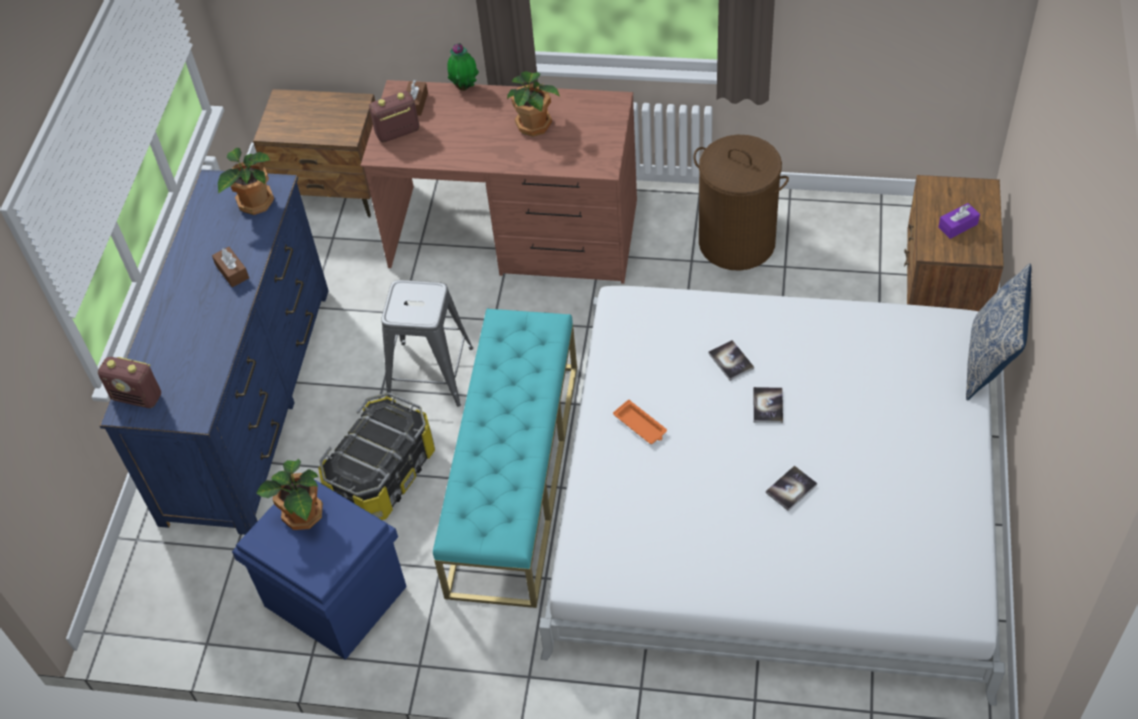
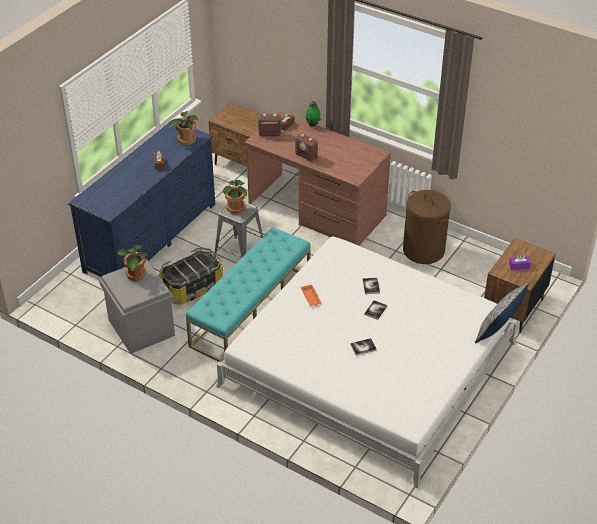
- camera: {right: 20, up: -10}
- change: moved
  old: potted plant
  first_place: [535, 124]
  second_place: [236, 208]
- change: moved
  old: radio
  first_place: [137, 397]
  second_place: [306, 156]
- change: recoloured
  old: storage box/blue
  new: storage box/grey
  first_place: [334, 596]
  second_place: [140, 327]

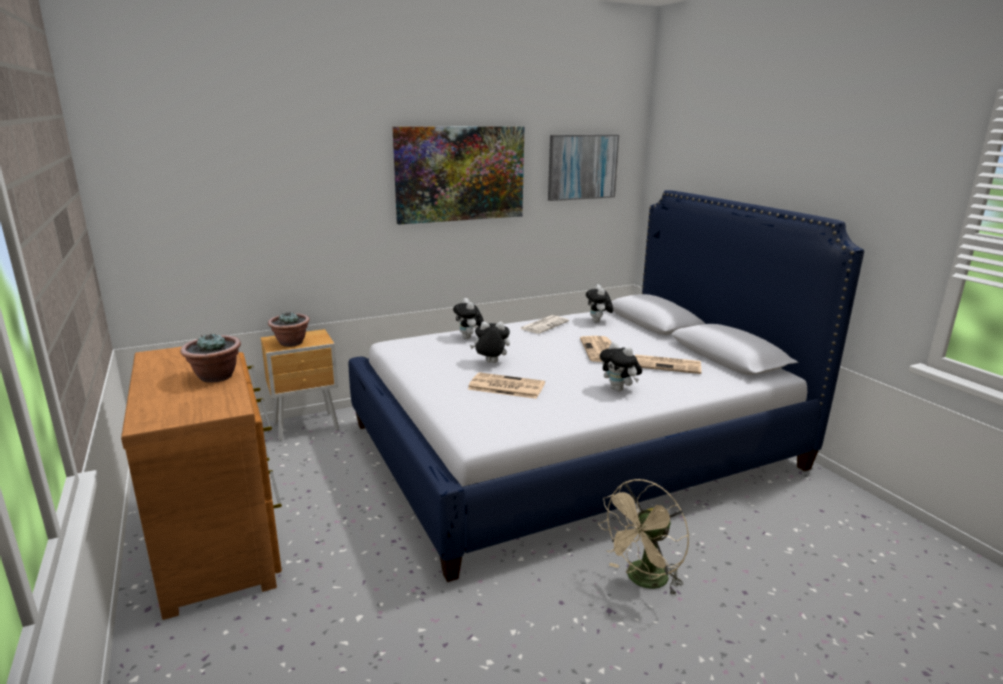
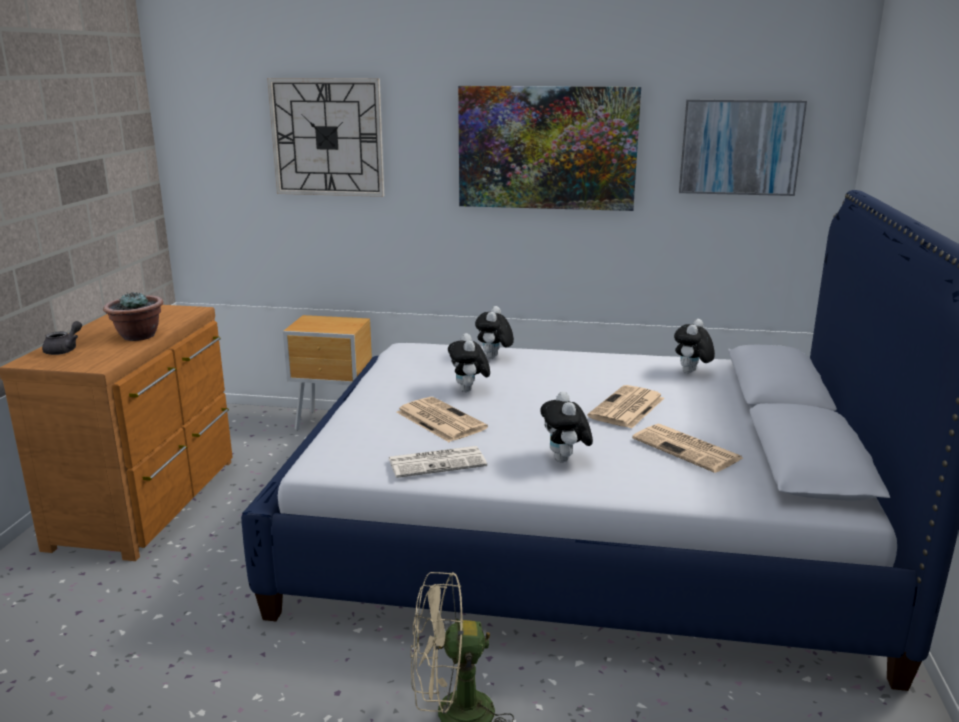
- camera: {right: 35, up: 0}
- change: removed
  old: potted plant
  first_place: [291, 343]
- change: moved
  old: newspaper
  first_place: [544, 325]
  second_place: [438, 462]
- change: turned
  old: plush toy
  first_place: [490, 363]
  second_place: [469, 390]
  degrees: -135
- change: added
  new: wall clock
  second_place: [327, 137]
- change: added
  new: teapot/grey
  second_place: [65, 350]

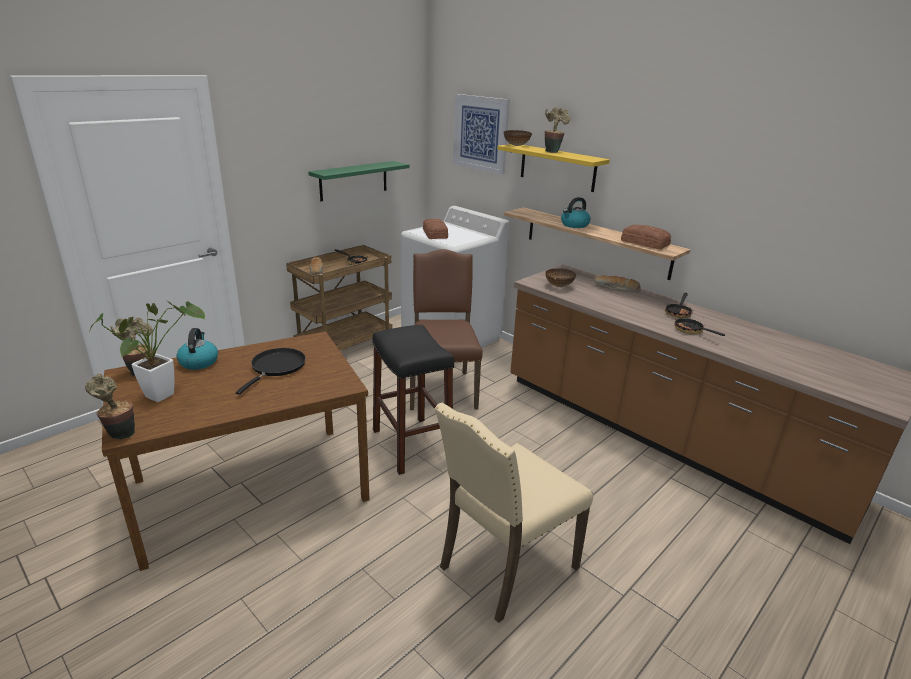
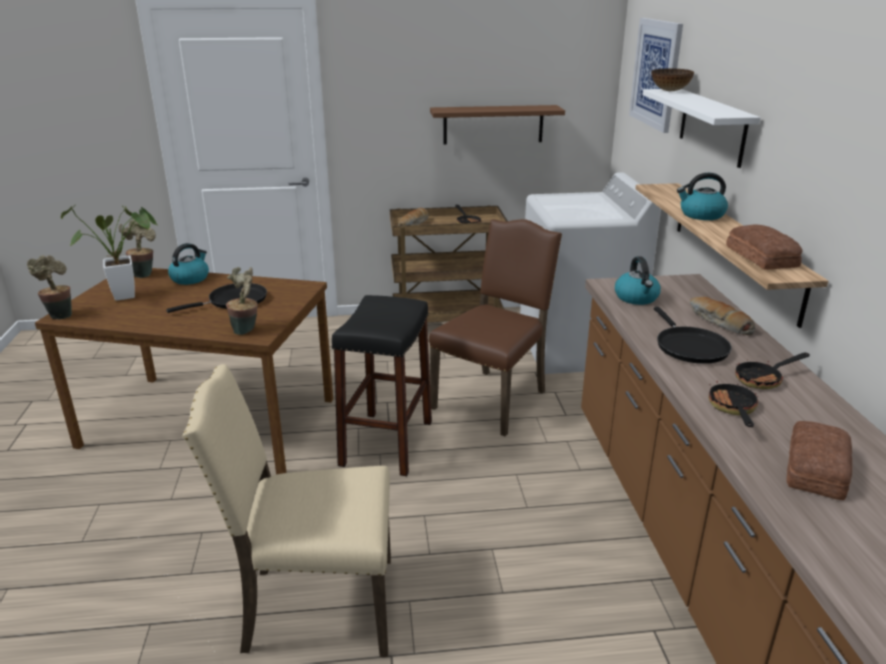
- camera: {right: 40, up: 0}
- change: moved
  old: potted plant
  first_place: [552, 151]
  second_place: [246, 330]
- change: recoloured
  old: shelf/yellow
  new: shelf/white
  first_place: [557, 167]
  second_place: [712, 126]
- change: recoloured
  old: shelf/green
  new: shelf/brown
  first_place: [353, 180]
  second_place: [493, 124]
- change: moved
  old: bread
  first_place: [434, 234]
  second_place: [814, 469]
- change: replaced
  old: bowl
  new: kettle
  first_place: [559, 286]
  second_place: [636, 298]
- change: added
  new: frying pan/black
  second_place: [689, 347]

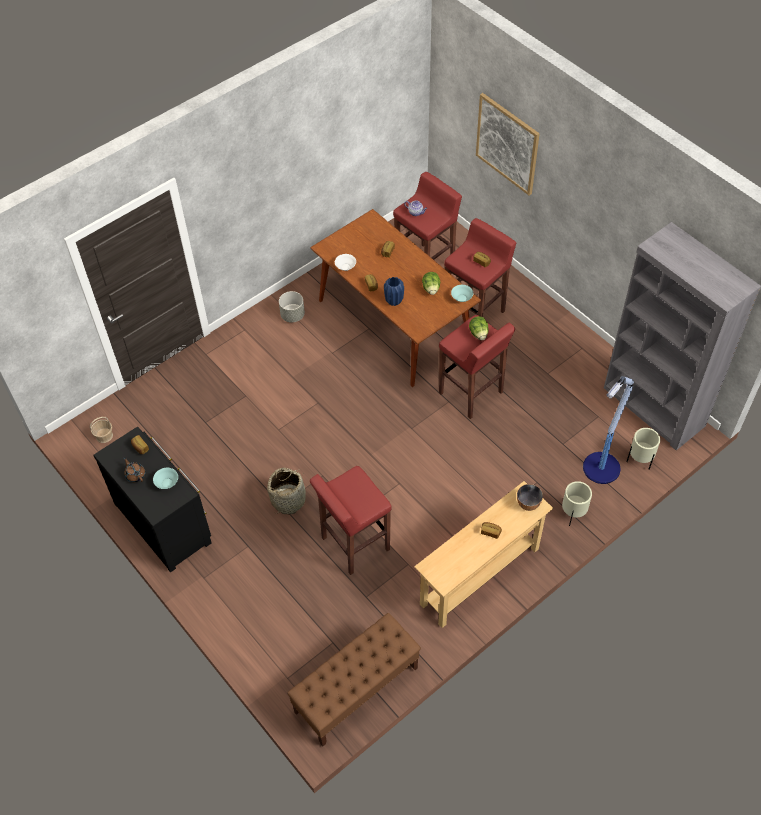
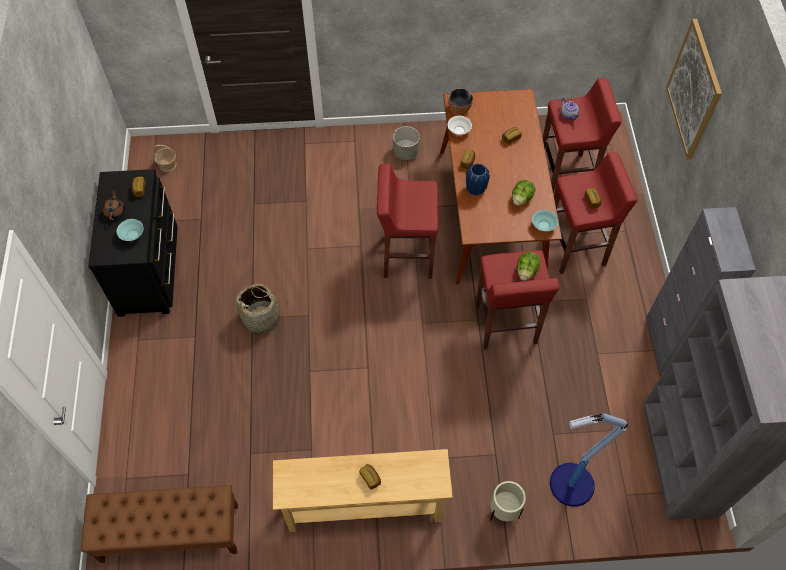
- camera: {right: 35, up: 5}
- change: removed
  old: planter/beige
  first_place: [639, 460]
- change: moved
  old: stool/red
  first_place: [354, 544]
  second_place: [406, 256]
- change: moved
  old: bowl
  first_place: [528, 504]
  second_place: [459, 109]
- change: added
  new: cabinet/grey
  second_place: [665, 343]

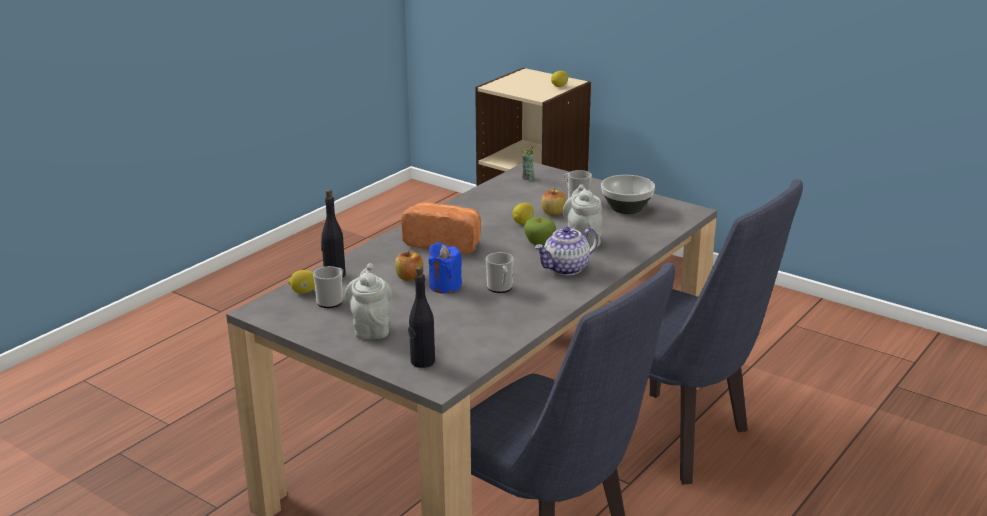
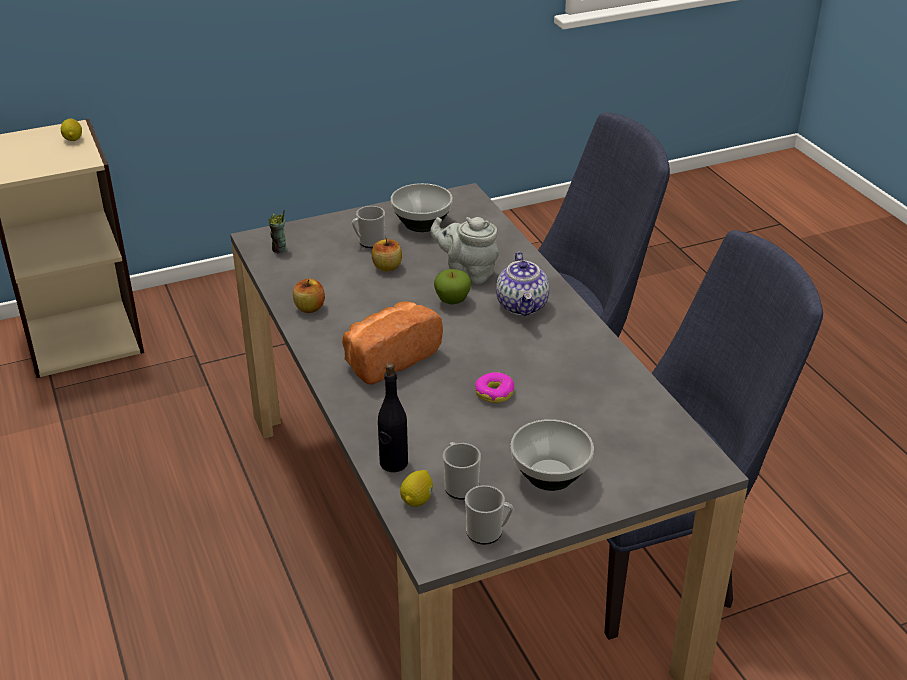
- camera: {right: -60, up: 10}
- change: removed
  old: lemon
  first_place: [523, 222]
- change: replaced
  old: candle/blue
  new: donut
  first_place: [445, 286]
  second_place: [494, 393]
- change: moved
  old: apple
  first_place: [409, 277]
  second_place: [309, 308]
- change: moved
  old: mug
  first_place: [500, 288]
  second_place: [488, 532]
- change: replaced
  old: teapot/grey
  new: bowl
  first_place: [370, 328]
  second_place: [551, 476]
- change: removed
  old: bottle/black
  first_place: [422, 362]

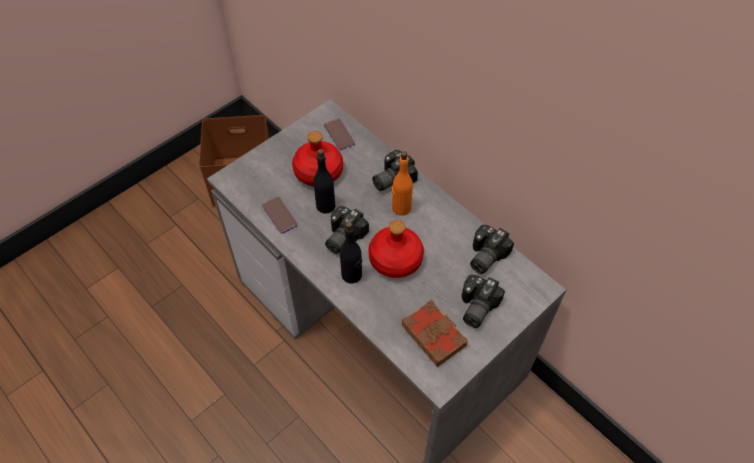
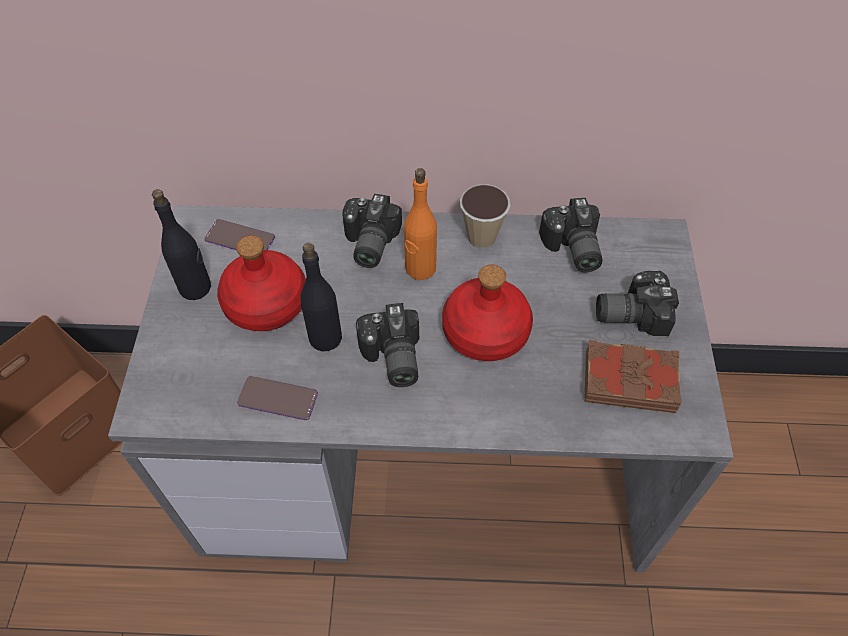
- camera: {right: -45, up: 0}
- change: moved
  old: bottle/black
  first_place: [352, 275]
  second_place: [195, 287]
- change: turned
  old: photo camera
  first_place: [475, 307]
  second_place: [630, 312]
  degrees: 105
- change: added
  new: cup
  second_place: [481, 237]

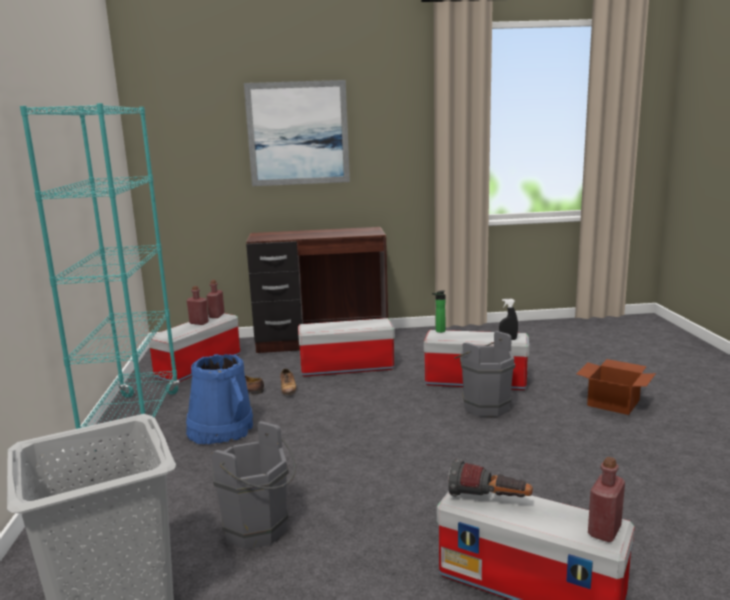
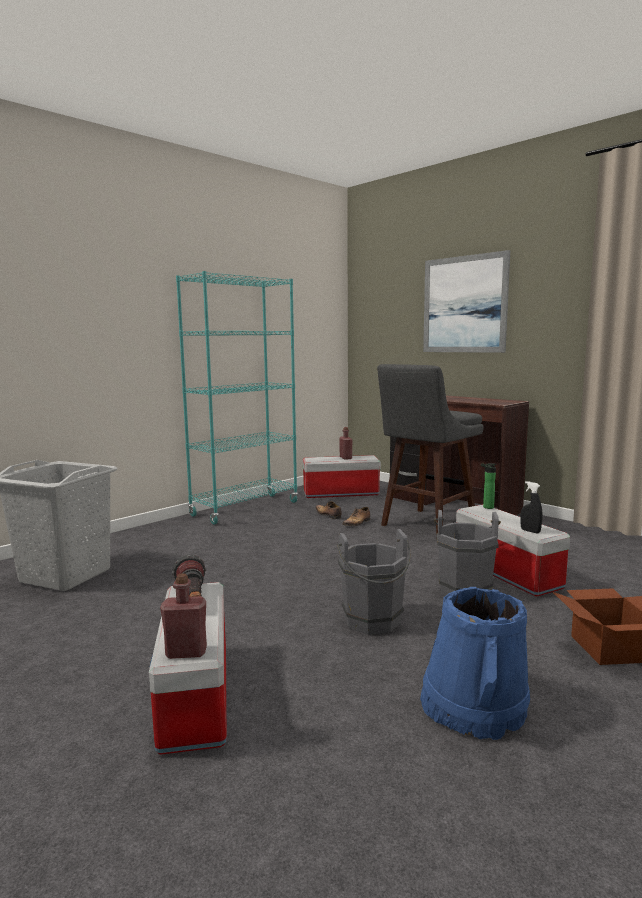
- camera: {right: 50, up: -5}
- change: removed
  old: bottle/red
  first_place: [216, 316]
- change: replaced
  old: storage box
  new: stool/grey
  first_place: [346, 368]
  second_place: [426, 525]
- change: moved
  old: bucket/blue
  first_place: [221, 429]
  second_place: [474, 706]
- change: moved
  old: bucket/grey
  first_place: [259, 531]
  second_place: [373, 623]

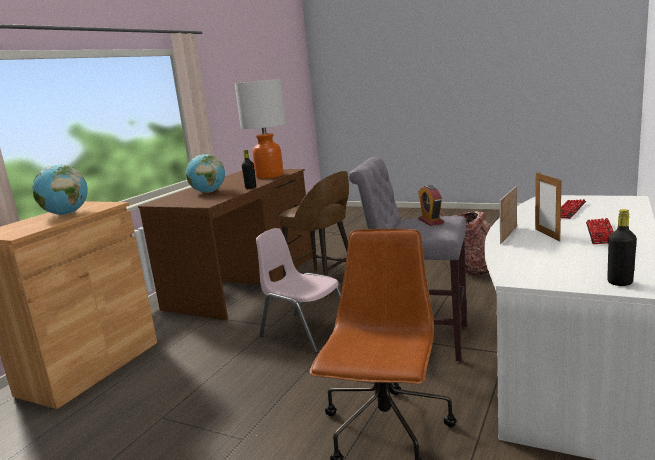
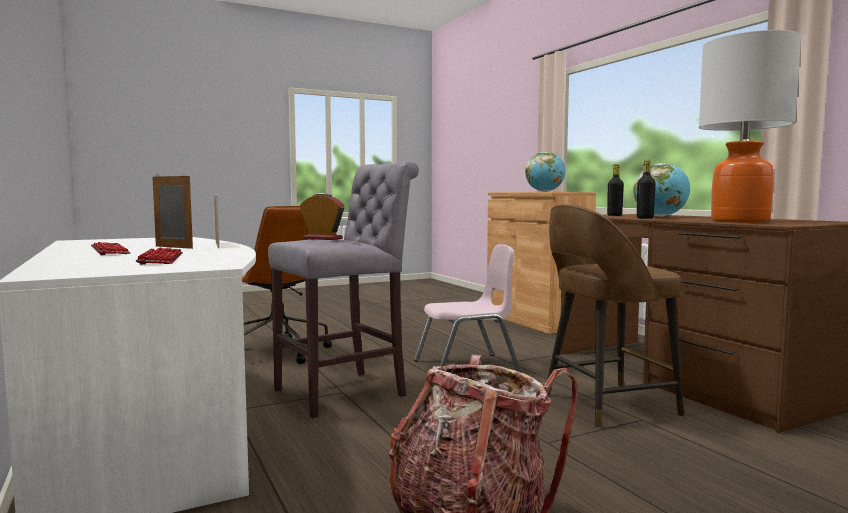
- camera: {right: 125, up: -10}
- change: moved
  old: bottle/black
  first_place: [620, 282]
  second_place: [614, 215]

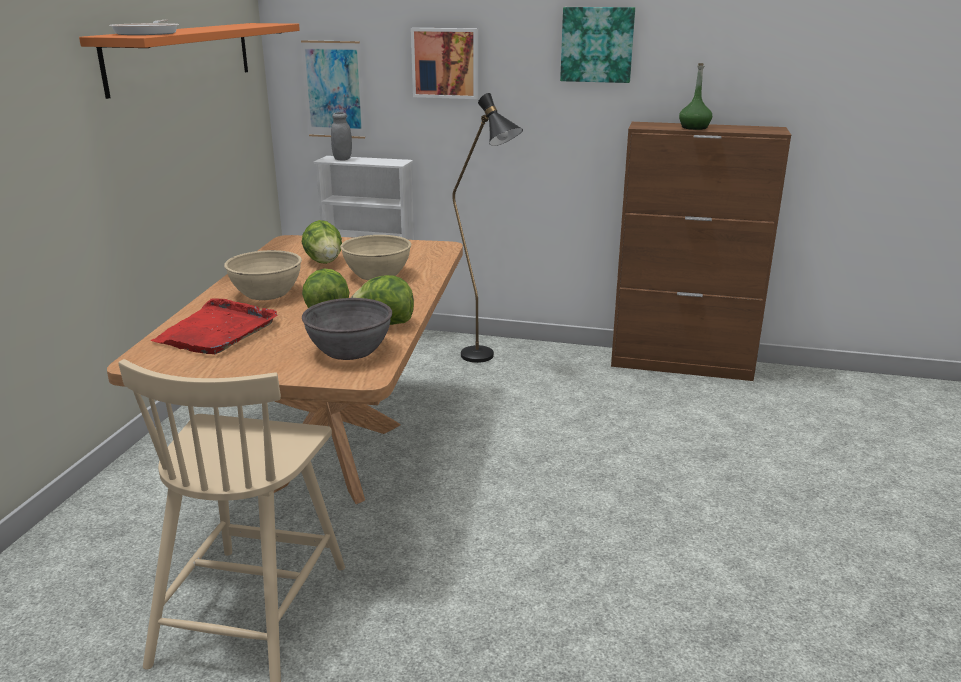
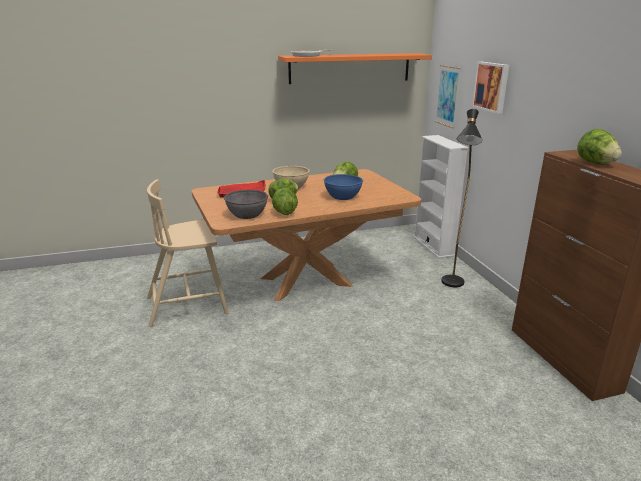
- camera: {right: 60, up: 0}
- change: removed
  old: picture
  first_place: [597, 44]
- change: replaced
  old: bottle/green
  new: lettuce
  first_place: [694, 127]
  second_place: [595, 163]
- change: removed
  old: jar/grey
  first_place: [342, 159]
- change: recoloured
  old: bowl/beige
  new: bowl/blue
  first_place: [377, 275]
  second_place: [343, 196]

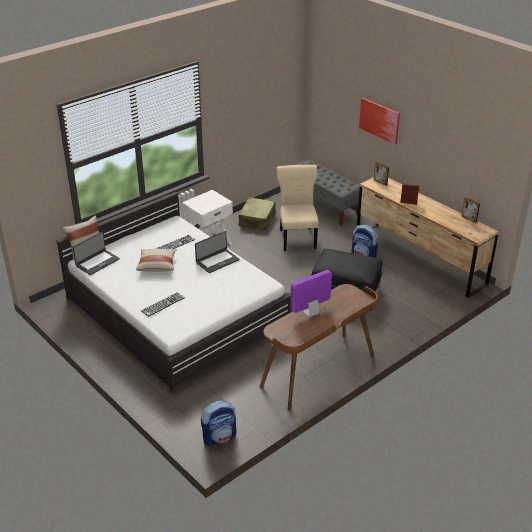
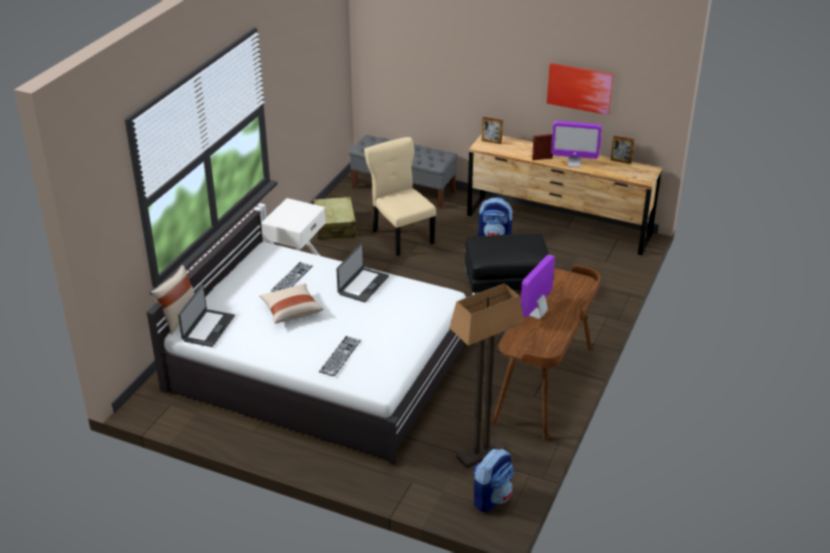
- camera: {right: -25, up: 0}
- change: moved
  old: picture
  first_place: [379, 120]
  second_place: [579, 88]
- change: added
  new: monitor
  second_place: [573, 163]
- change: added
  new: floor lamp
  second_place: [480, 454]

